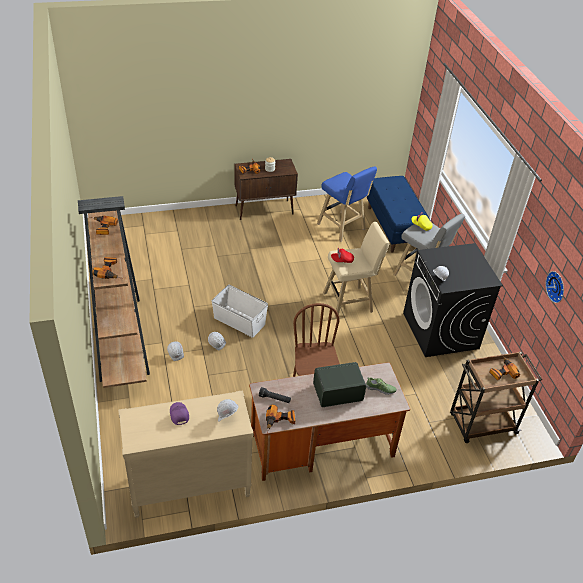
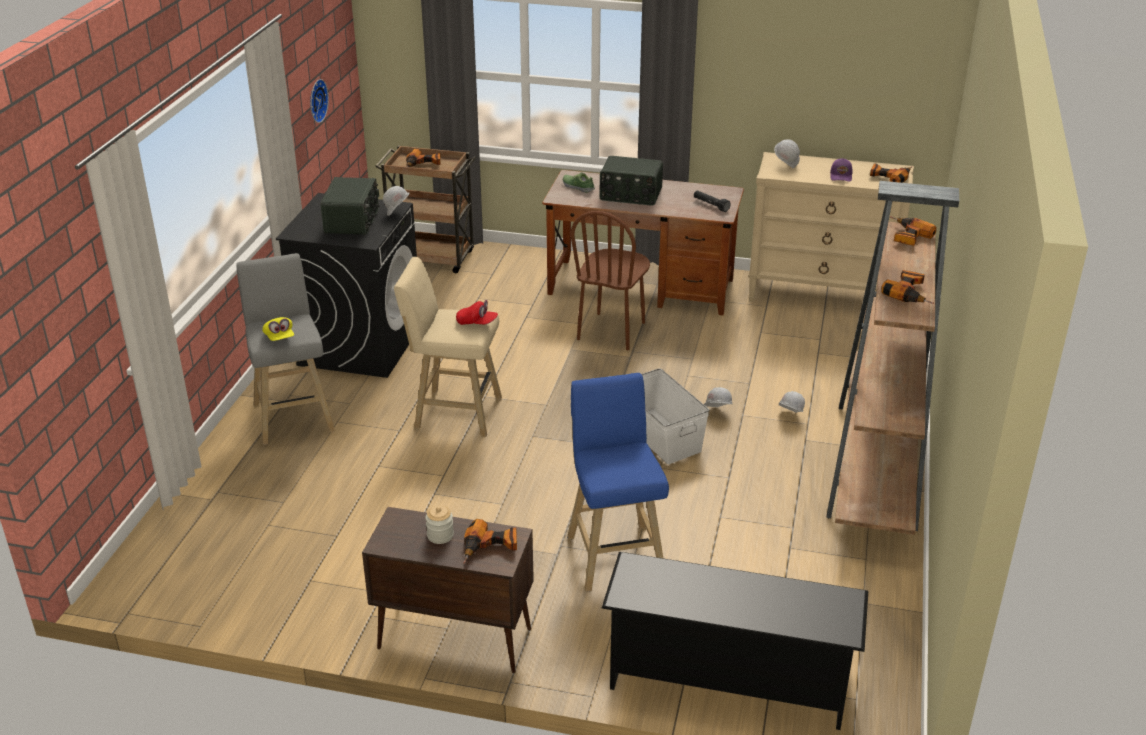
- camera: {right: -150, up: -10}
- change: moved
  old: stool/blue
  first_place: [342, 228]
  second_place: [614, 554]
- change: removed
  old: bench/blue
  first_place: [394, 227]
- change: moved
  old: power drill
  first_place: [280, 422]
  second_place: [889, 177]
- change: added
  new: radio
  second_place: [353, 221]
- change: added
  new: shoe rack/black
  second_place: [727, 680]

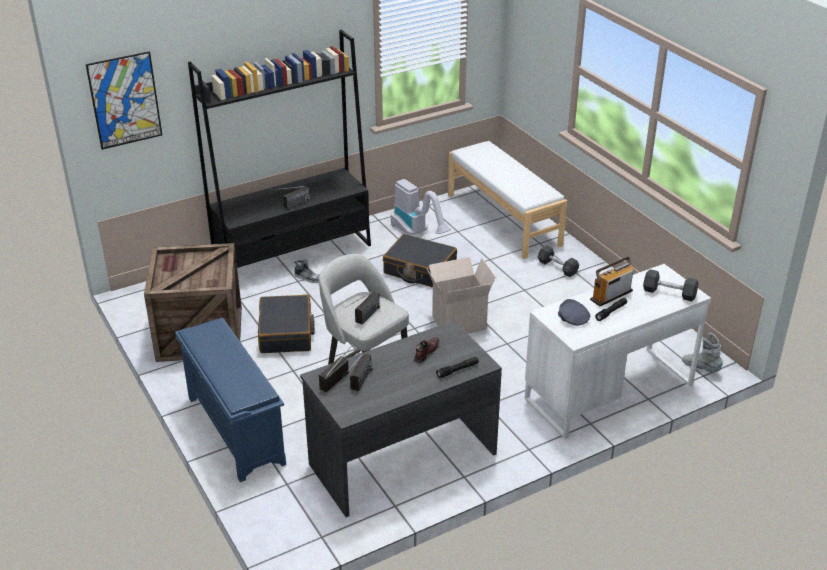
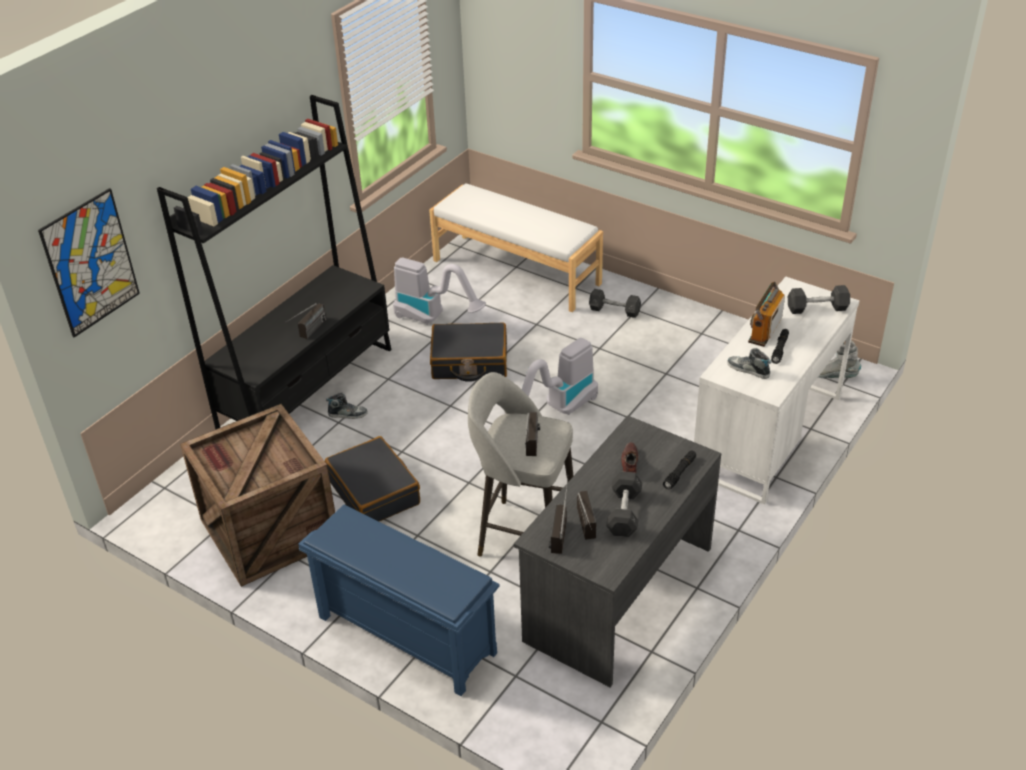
- camera: {right: -25, up: 5}
- change: replaced
  old: cardboard box
  new: vacuum cleaner
  first_place: [459, 322]
  second_place: [559, 409]
- change: replaced
  old: cap/grey
  new: shoe
  first_place: [572, 318]
  second_place: [748, 370]
- change: added
  new: dumbbell/grey
  second_place: [624, 513]

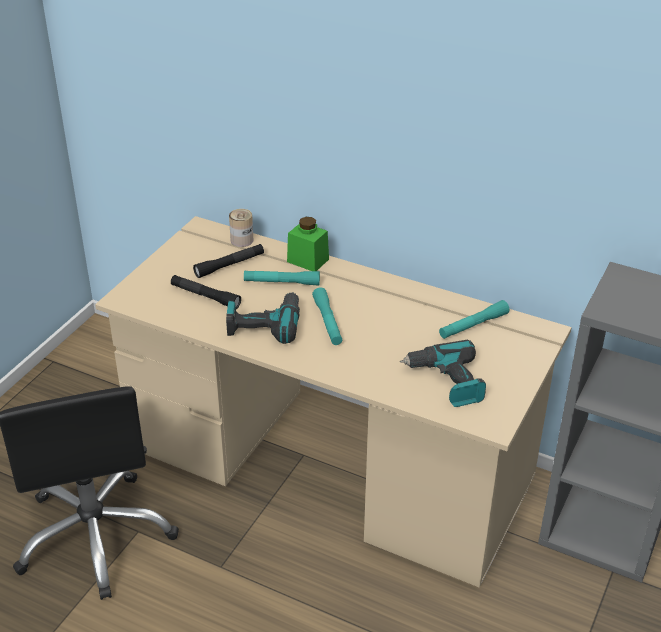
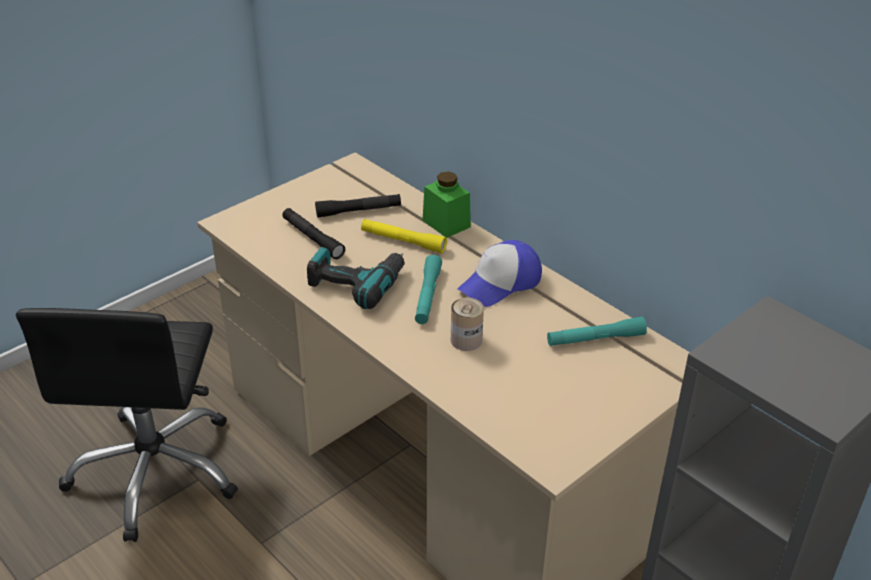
- camera: {right: 20, up: 0}
- change: moved
  old: can
  first_place: [242, 240]
  second_place: [466, 340]
- change: recoloured
  old: flashlight/turquoise
  new: flashlight/yellow
  first_place: [281, 282]
  second_place: [403, 241]
- change: removed
  old: power drill
  first_place: [446, 382]
- change: added
  new: cap
  second_place: [500, 283]

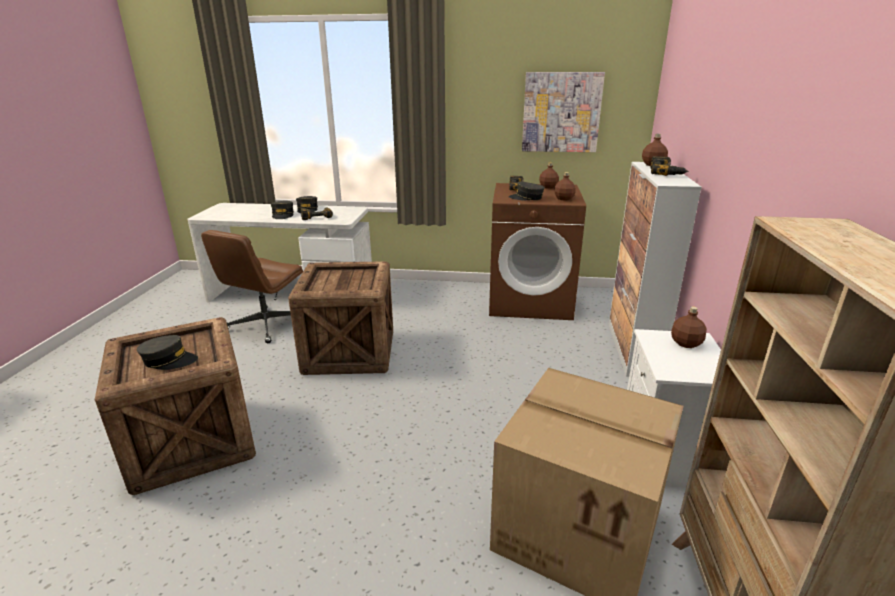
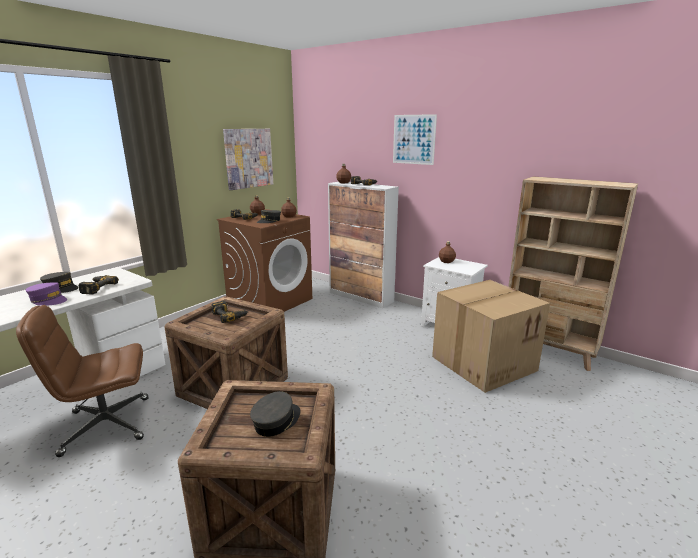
- camera: {right: -60, up: -5}
- change: recoloured
  old: cap/grey
  new: cap/purple
  first_place: [283, 215]
  second_place: [48, 300]
- change: turned
  old: office chair/brown
  first_place: [266, 325]
  second_place: [105, 425]
  degrees: 105
- change: added
  new: picture
  second_place: [413, 139]
- change: added
  new: power drill
  second_place: [230, 315]

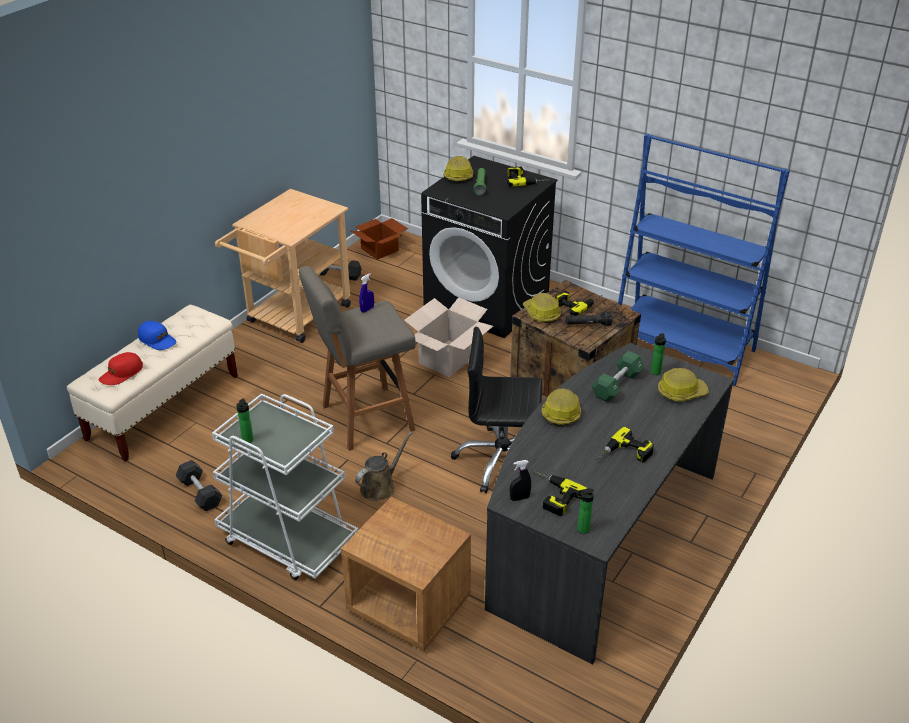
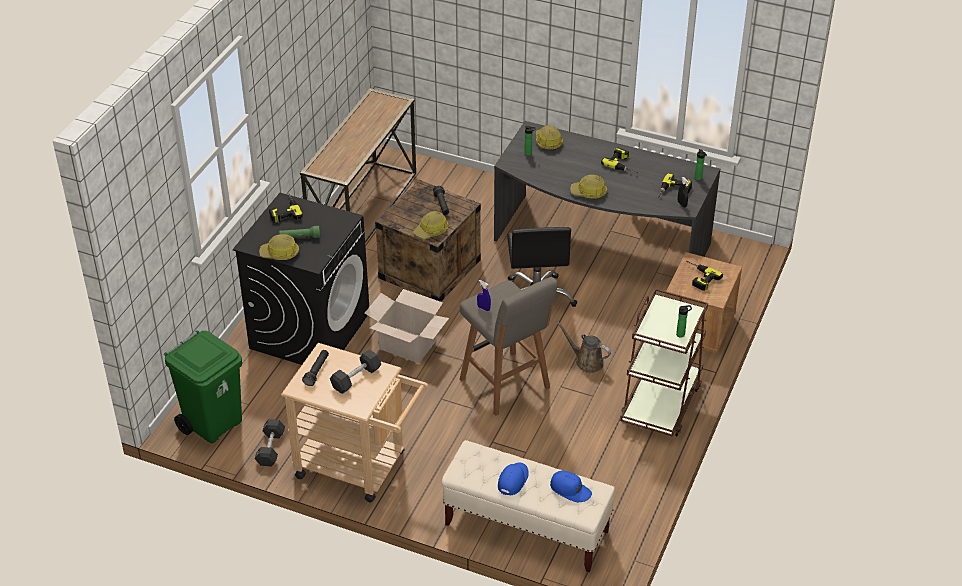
- camera: {right: -100, up: 5}
- change: replaced
  old: bookcase/blue
  new: console table
  first_place: [683, 346]
  second_place: [362, 209]
- change: replaced
  old: cardboard box
  new: trash can/green
  first_place: [381, 249]
  second_place: [213, 423]
- change: moved
  old: power drill
  first_place: [577, 303]
  second_place: [698, 277]
- change: removed
  old: dumbbell/green
  first_place: [617, 385]
- change: recoloured
  old: cap/red
  new: cap/blue
  first_place: [121, 373]
  second_place: [570, 490]
- change: recoloured
  old: cart/white
  new: cart/brown
  first_place: [287, 540]
  second_place: [661, 403]
- change: moved
  old: dumbbell/black
  first_place: [200, 493]
  second_place: [356, 378]
- change: added
  new: flashlight/black
  second_place: [317, 371]

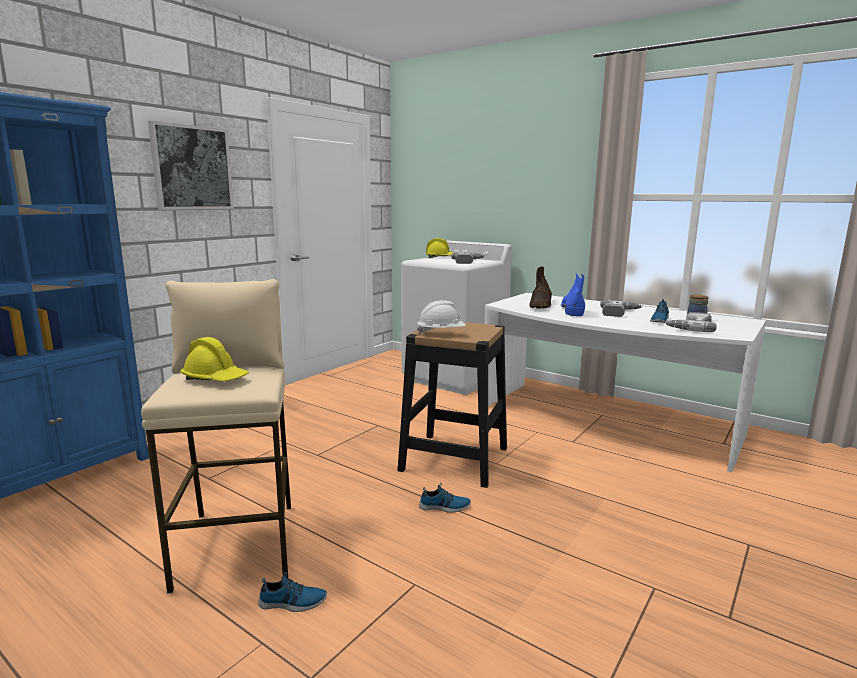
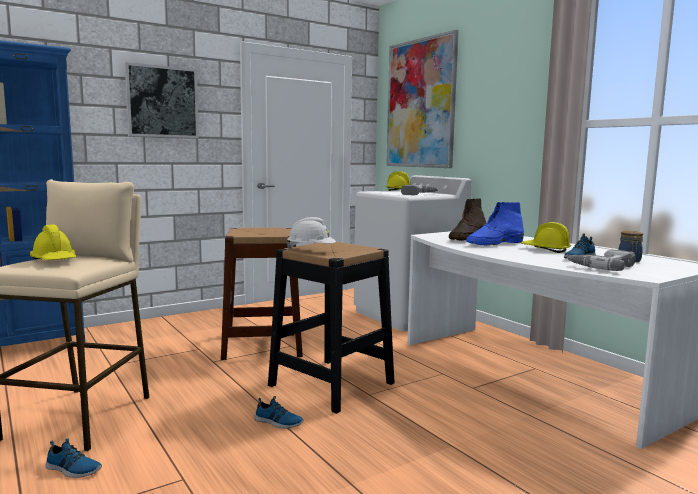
- camera: {right: 20, up: -5}
- change: turned
  old: boot/blue
  first_place: [572, 310]
  second_place: [494, 244]
  degrees: -150
- change: replaced
  old: power drill
  new: hard hat/yellow
  first_place: [620, 313]
  second_place: [545, 249]
- change: added
  new: picture
  second_place: [420, 104]
- change: added
  new: stool/brown
  second_place: [262, 344]

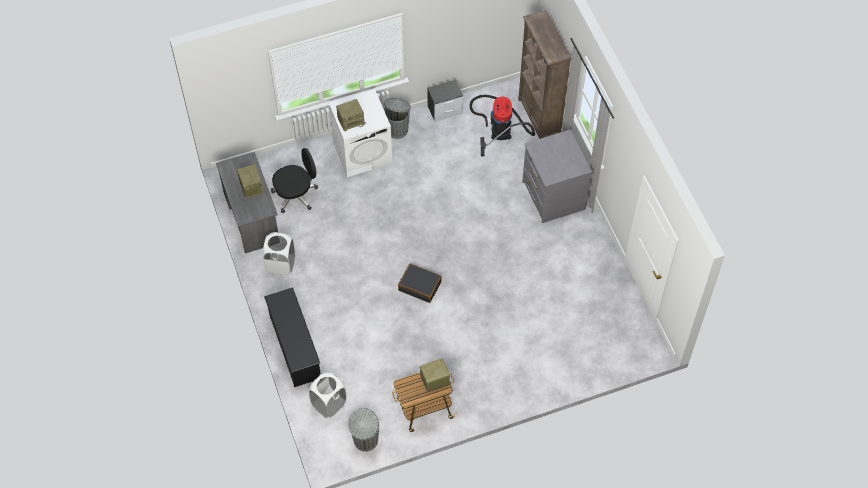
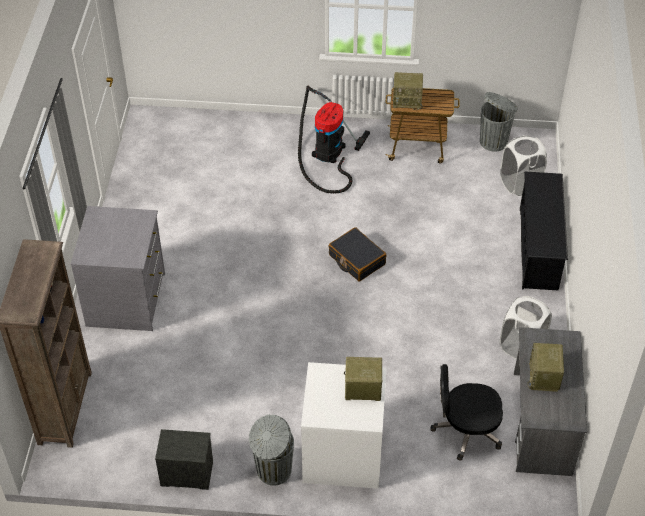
- camera: {right: -155, up: -10}
- change: moved
  old: vacuum cleaner
  first_place: [500, 127]
  second_place: [328, 154]

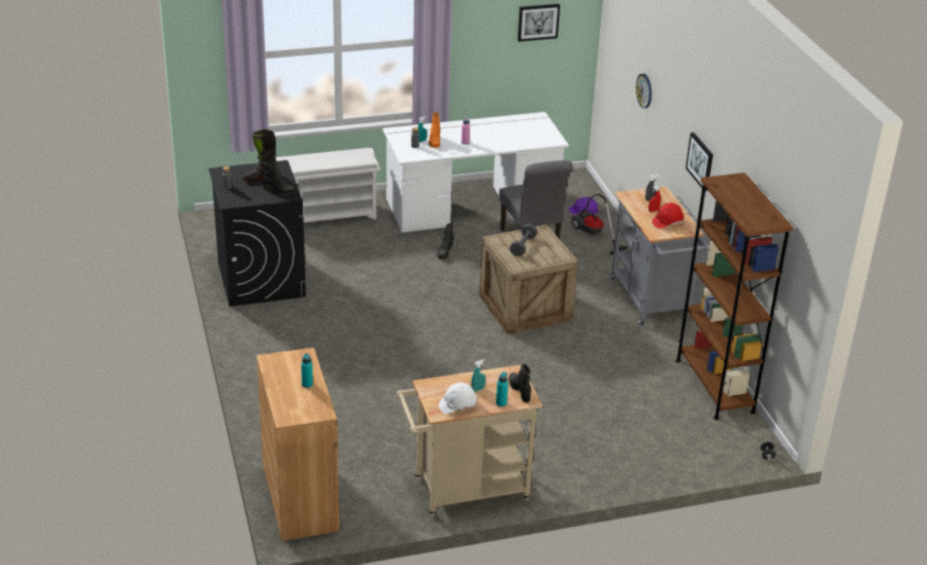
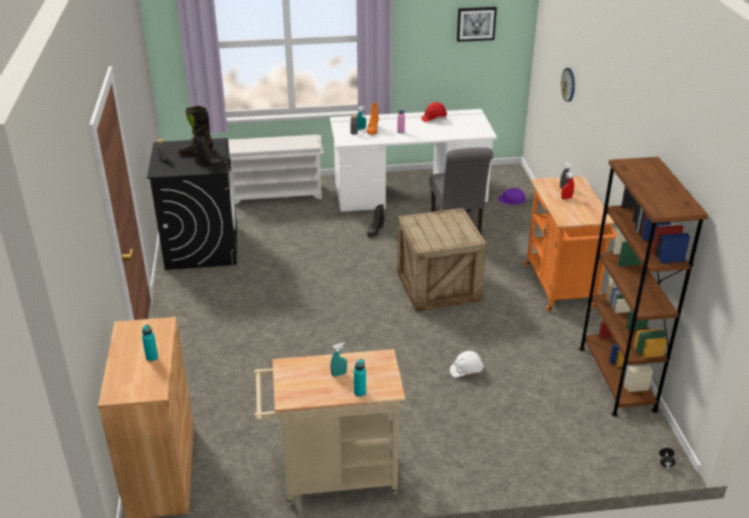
- camera: {right: 10, up: 0}
- change: removed
  old: picture
  first_place: [700, 161]
- change: recoloured
  old: cart/grey
  new: cart/orange
  first_place: [650, 303]
  second_place: [562, 289]
- change: removed
  old: vacuum cleaner
  first_place: [592, 235]
- change: moved
  old: hard hat/red
  first_place: [667, 223]
  second_place: [434, 119]
- change: removed
  old: dumbbell/grey
  first_place: [523, 246]
- change: removed
  old: boot/black
  first_place: [520, 390]
- change: moved
  old: hard hat/white
  first_place: [457, 406]
  second_place: [466, 370]

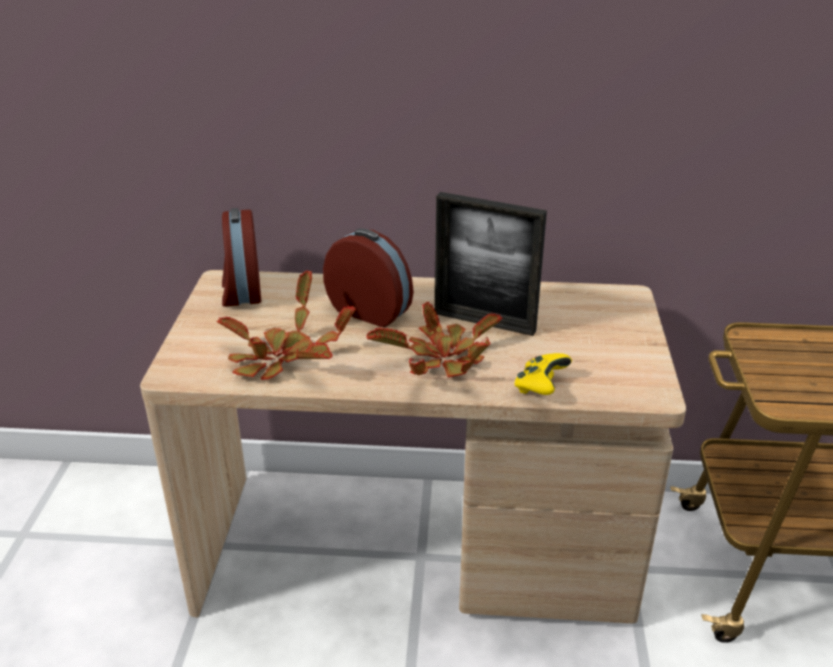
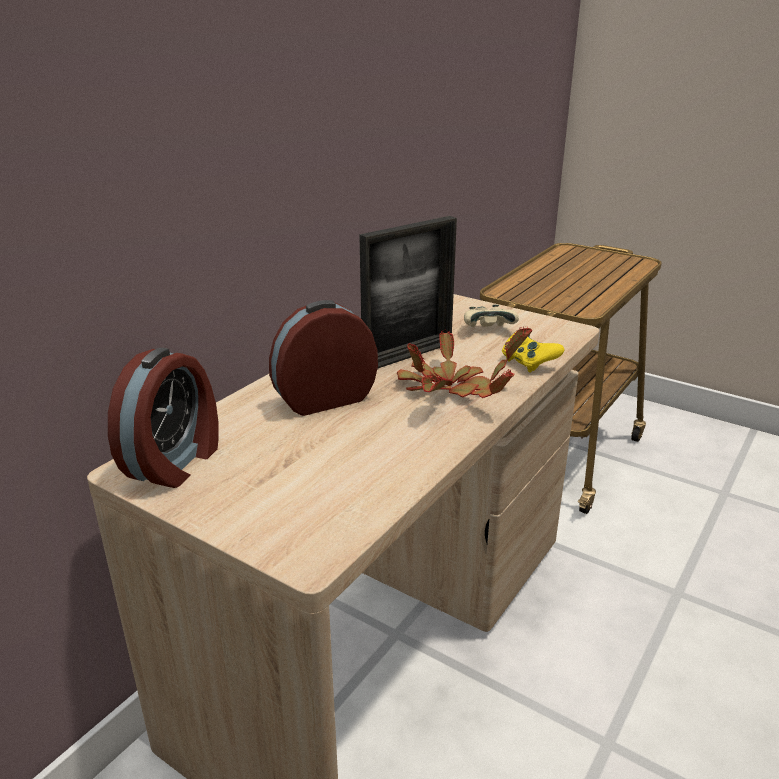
- camera: {right: -60, up: -5}
- change: turned
  old: alarm clock
  first_place: [241, 290]
  second_place: [176, 462]
  degrees: -90
- change: removed
  old: potted plant
  first_place: [282, 358]
- change: added
  new: game controller/beige
  second_place: [488, 330]

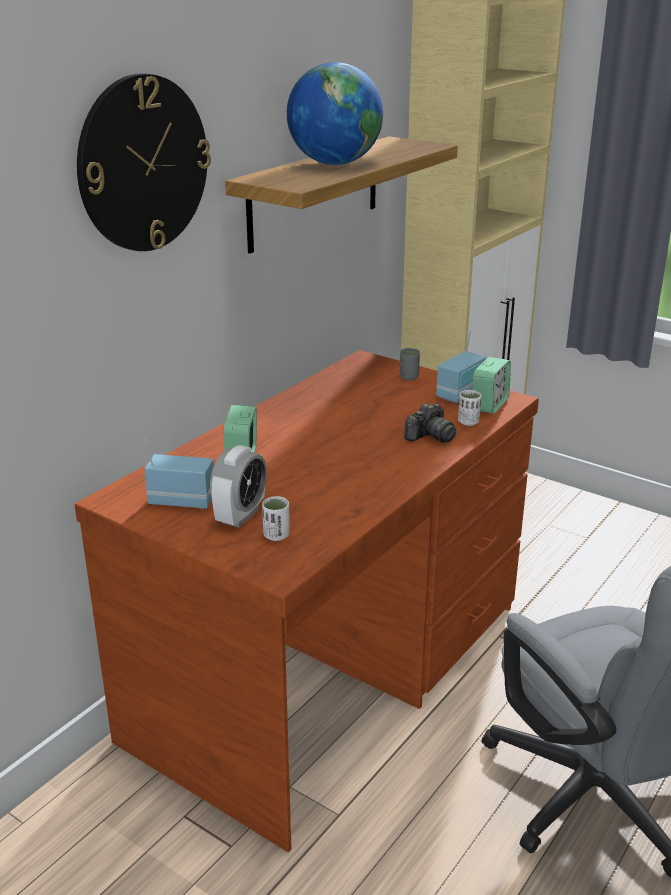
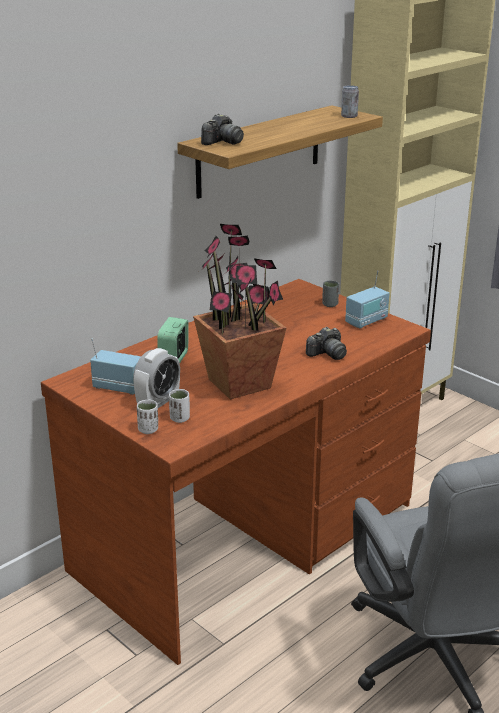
- camera: {right: 10, up: 0}
- change: removed
  old: globe
  first_place: [334, 164]
- change: removed
  old: wall clock
  first_place: [143, 164]
- change: removed
  old: alarm clock
  first_place: [489, 405]
- change: moved
  old: cup/white
  first_place: [468, 422]
  second_place: [148, 430]
- change: added
  new: can
  second_place: [349, 116]
- change: added
  new: photo camera
  second_place: [222, 142]
- change: added
  new: potted plant
  second_place: [240, 384]

